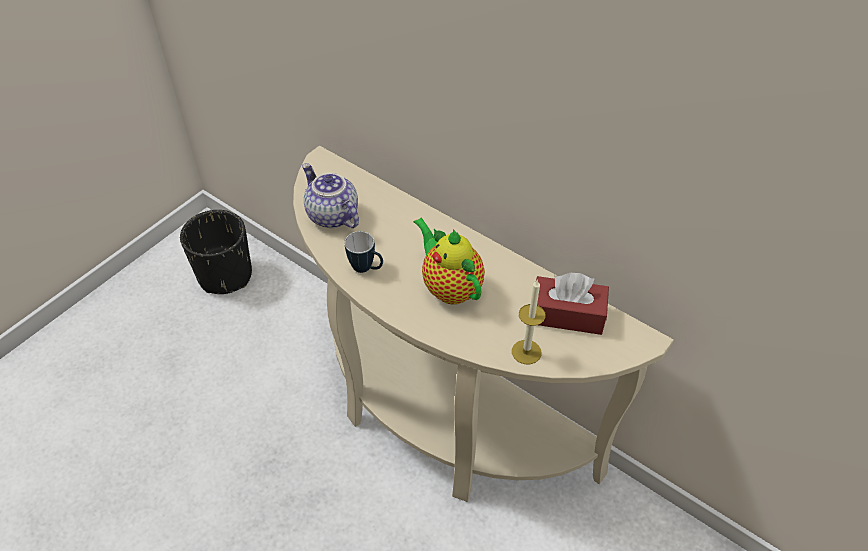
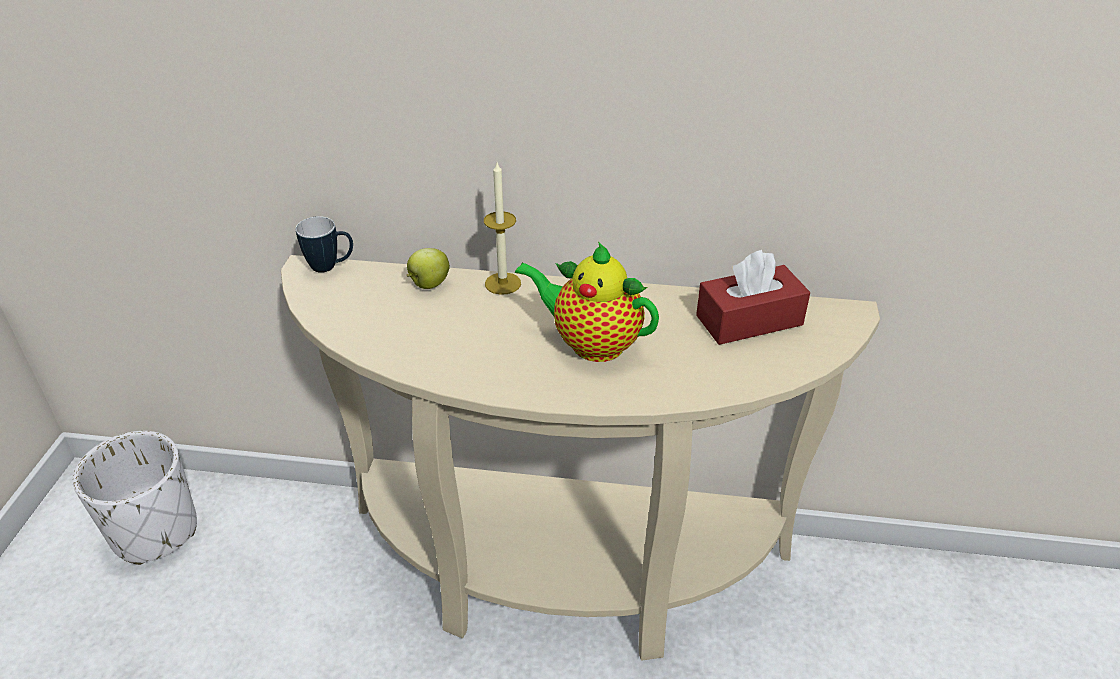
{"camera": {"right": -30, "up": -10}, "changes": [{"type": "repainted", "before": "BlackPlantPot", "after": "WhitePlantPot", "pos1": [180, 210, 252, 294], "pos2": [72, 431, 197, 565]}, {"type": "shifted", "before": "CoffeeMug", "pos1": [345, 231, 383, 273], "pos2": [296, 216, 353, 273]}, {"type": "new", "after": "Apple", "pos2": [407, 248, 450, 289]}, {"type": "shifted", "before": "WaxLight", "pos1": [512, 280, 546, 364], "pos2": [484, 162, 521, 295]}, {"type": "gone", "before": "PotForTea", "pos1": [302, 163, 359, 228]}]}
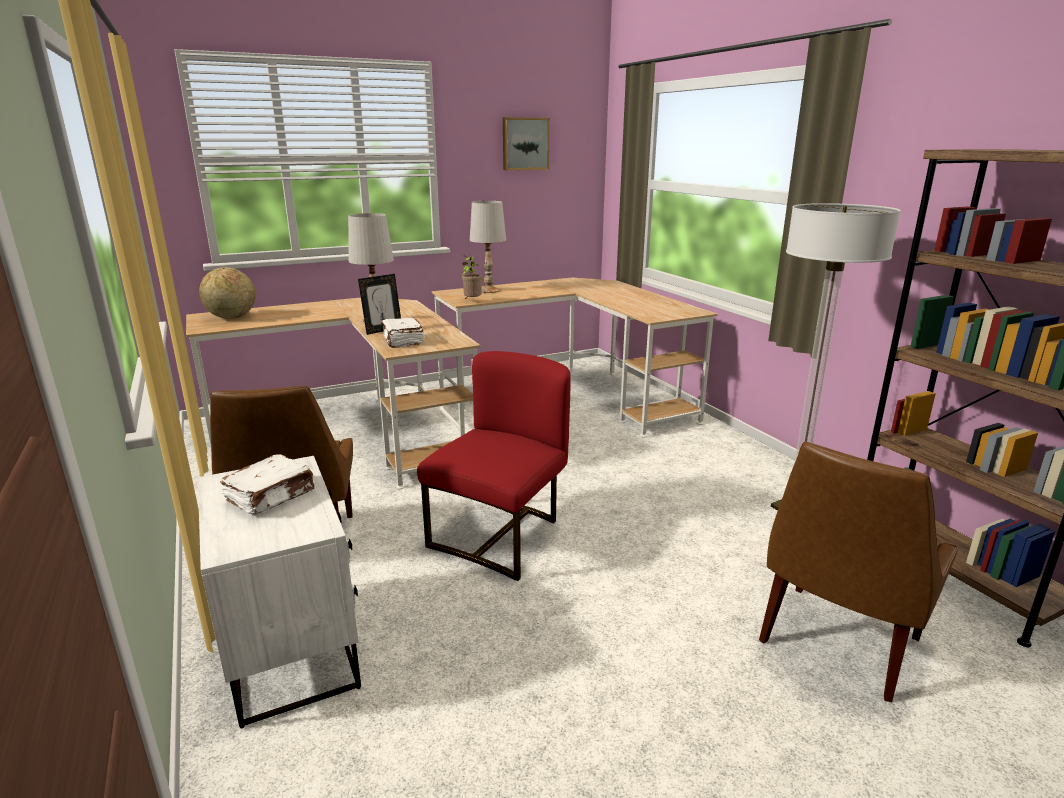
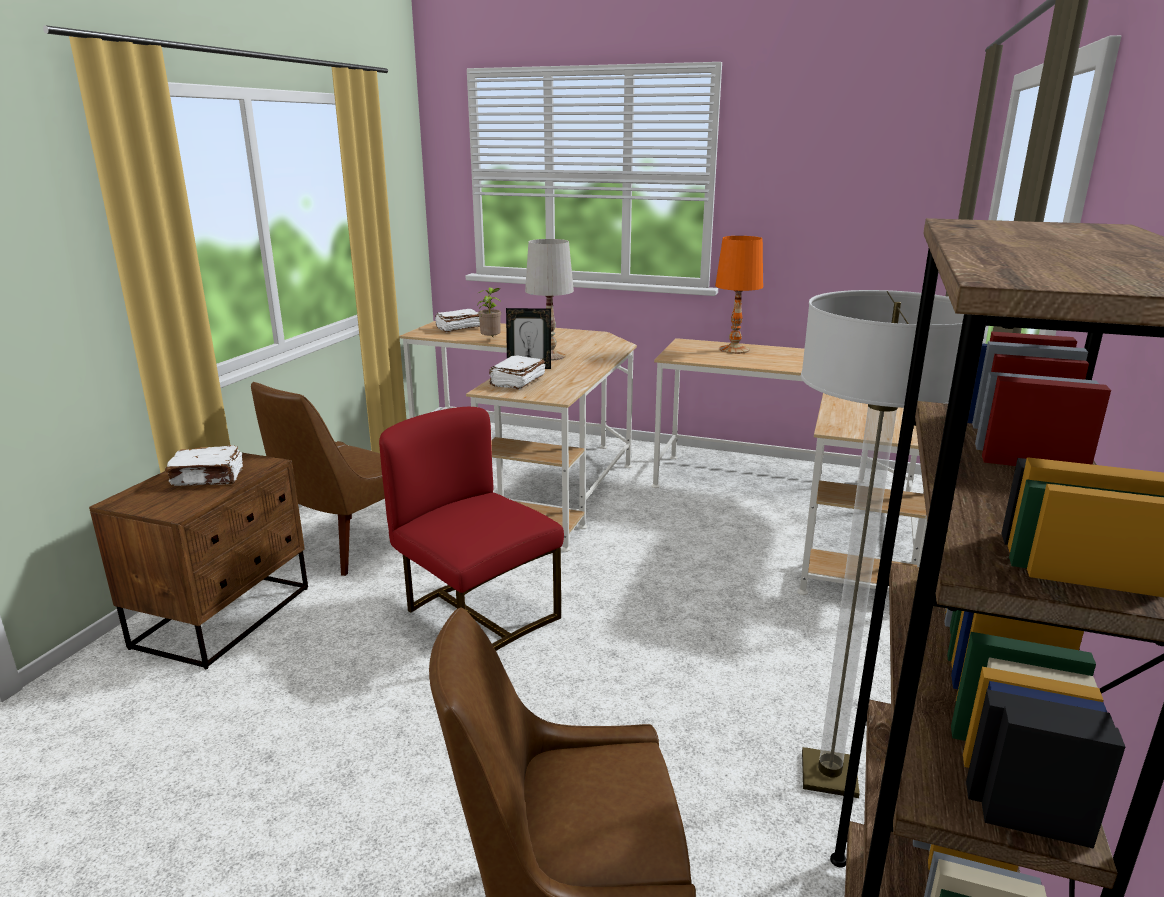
{"camera": {"right": 45, "up": 0}, "changes": [{"type": "repainted", "before": "WhiteNightstand", "after": "BrownColouredNightstand", "pos1": [198, 456, 361, 729], "pos2": [89, 453, 308, 670]}, {"type": "rotated", "before": "ReddishChair", "pos1": [417, 351, 571, 581], "pos2": [379, 407, 564, 651], "turn": -120}, {"type": "swapped", "before": "Globe", "after": "WhiteBoundBook", "pos1": [199, 267, 255, 319], "pos2": [435, 309, 480, 333]}, {"type": "shifted", "before": "PlantInAPot", "pos1": [462, 255, 482, 300], "pos2": [477, 287, 502, 338]}, {"type": "repainted", "before": "WhiteTableLamp", "after": "OrangeColouredTableLamp", "pos1": [470, 201, 506, 293], "pos2": [715, 236, 763, 354]}, {"type": "gone", "before": "Picture", "pos1": [503, 117, 550, 170]}]}
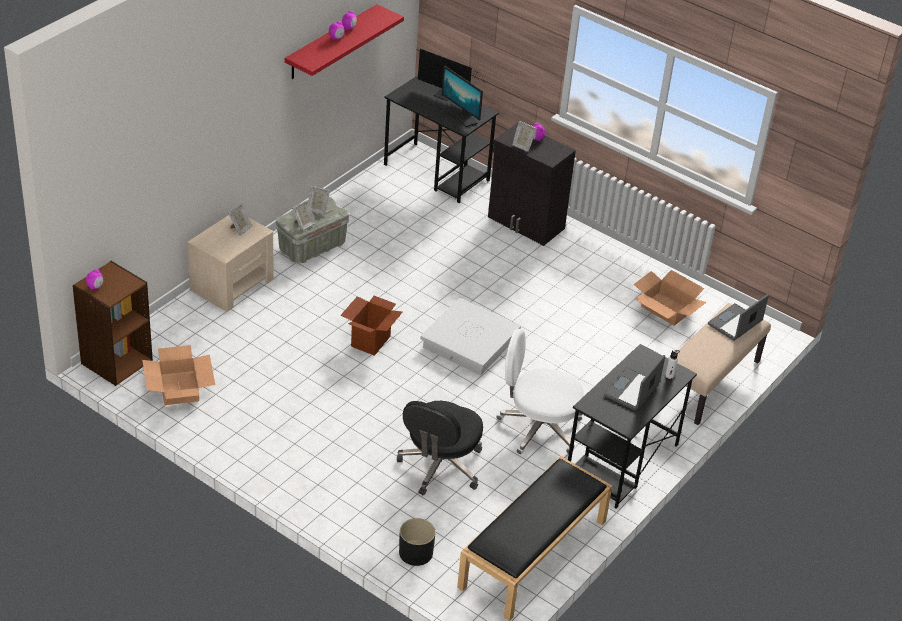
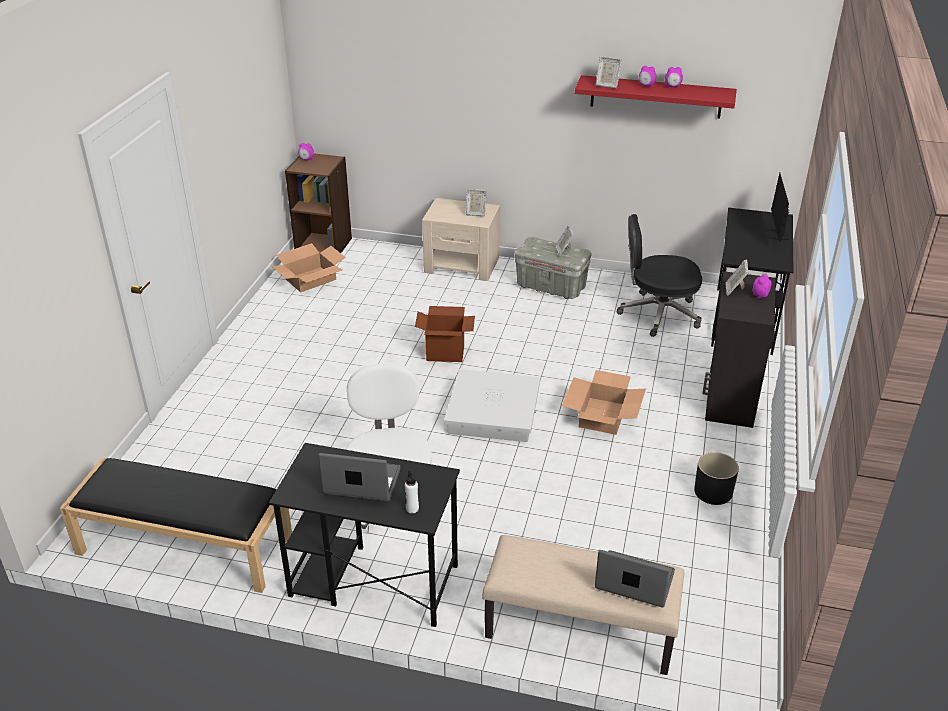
{"camera": {"right": 70, "up": -5}, "changes": [{"type": "shifted", "before": "PackingBox", "pos1": [634, 270, 706, 326], "pos2": [562, 370, 646, 435]}, {"type": "shifted", "before": "PictureFrame", "pos1": [292, 200, 316, 231], "pos2": [596, 56, 622, 88]}, {"type": "shifted", "before": "BlackDeskChair", "pos1": [397, 401, 483, 496], "pos2": [617, 214, 702, 337]}, {"type": "shifted", "before": "BlackPlantPot", "pos1": [399, 518, 436, 566], "pos2": [694, 452, 739, 505]}, {"type": "gone", "before": "ComputerScreen", "pos1": [442, 65, 483, 127]}]}
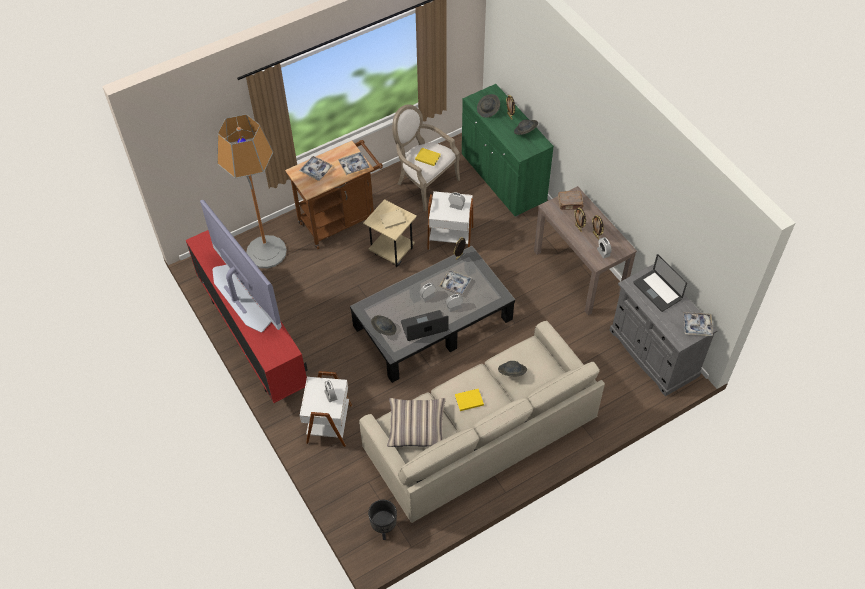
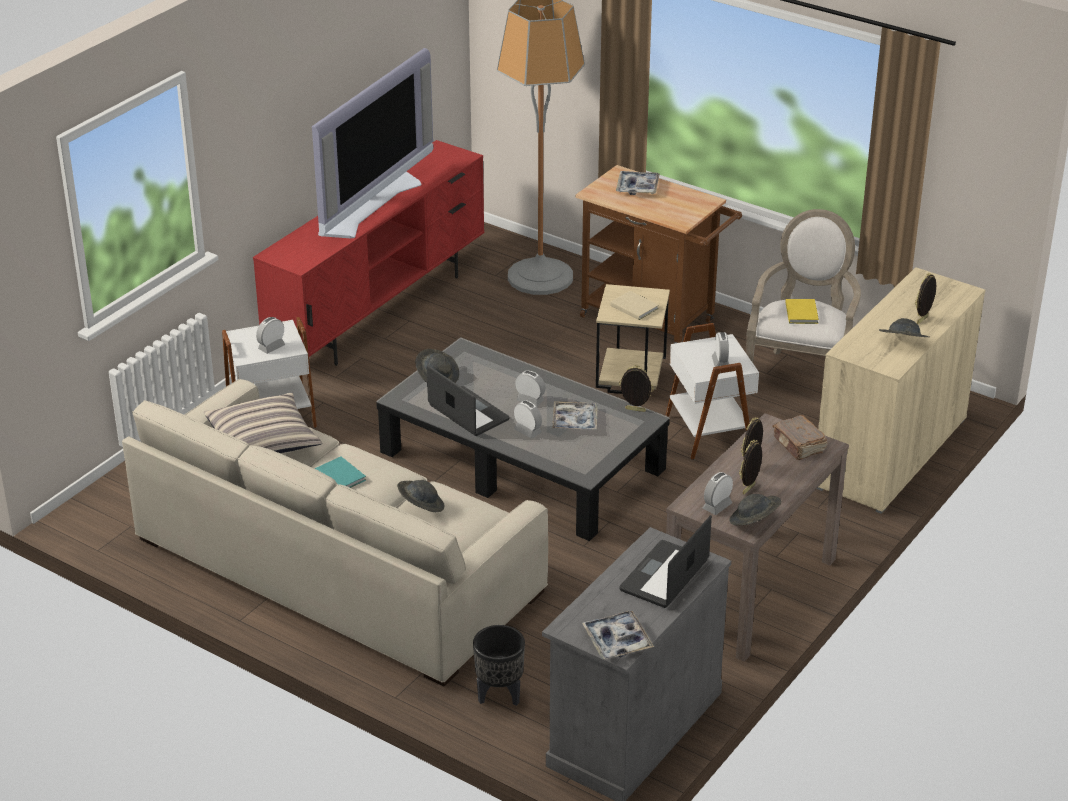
{"camera": {"right": 65, "up": -20}, "changes": [{"type": "repainted", "before": "YellowColouredBoundBook", "after": "TurquoiseColouredBoundBook", "pos1": [455, 389, 484, 411], "pos2": [314, 457, 366, 488]}, {"type": "shifted", "before": "BlackPlantPot", "pos1": [368, 500, 397, 540], "pos2": [473, 625, 525, 706]}, {"type": "shifted", "before": "GreyWearableHat", "pos1": [477, 94, 500, 118], "pos2": [730, 494, 781, 526]}, {"type": "repainted", "before": "GreenCabinet", "after": "BeigeColouredCabinet", "pos1": [462, 84, 554, 217], "pos2": [817, 267, 985, 514]}, {"type": "gone", "before": "ServingTray", "pos1": [339, 152, 370, 175]}]}
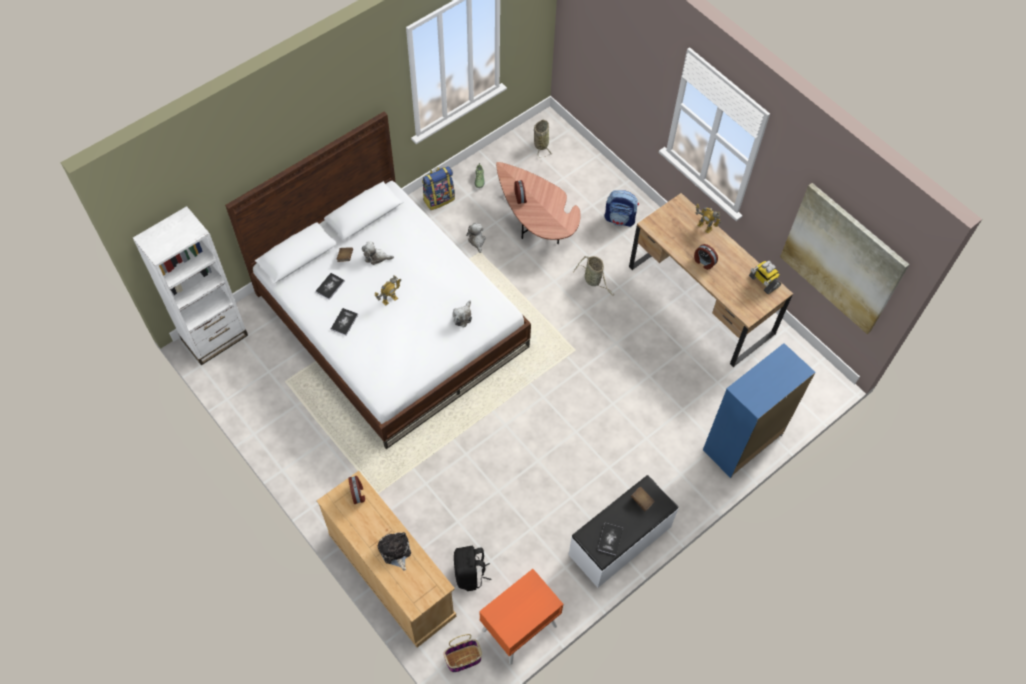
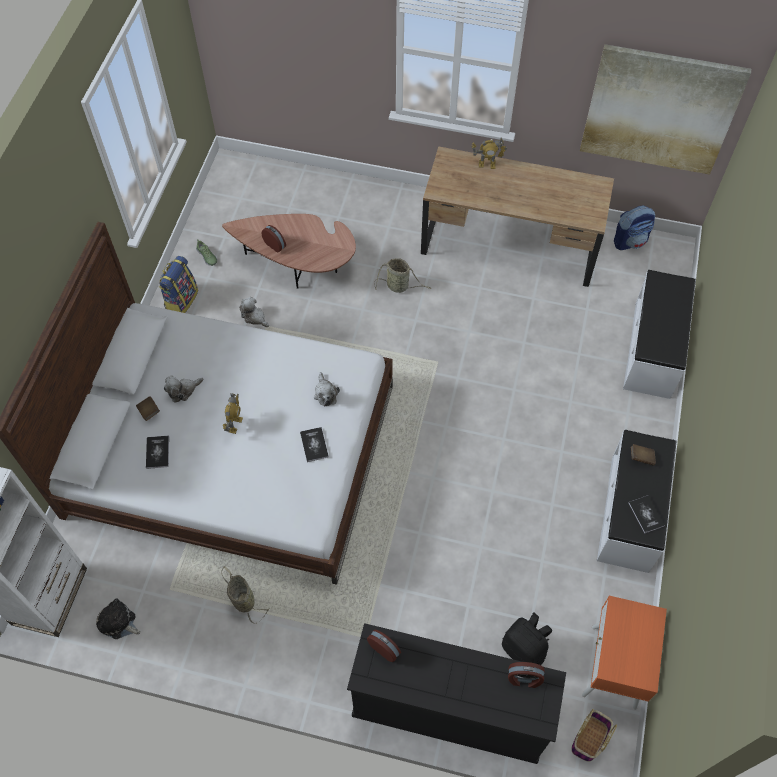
{"camera": {"right": -35, "up": 0}, "changes": [{"type": "shifted", "before": "PlushToy", "pos1": [378, 532, 411, 571], "pos2": [96, 598, 140, 639]}, {"type": "shifted", "before": "StorageBasket", "pos1": [534, 120, 552, 158], "pos2": [222, 566, 269, 624]}, {"type": "shifted", "before": "BoundBook", "pos1": [331, 308, 358, 335], "pos2": [300, 427, 329, 462]}, {"type": "repainted", "before": "BeigeColouredDresser", "after": "BlackDresser", "pos1": [317, 471, 456, 648], "pos2": [347, 623, 566, 764]}, {"type": "shifted", "before": "AlarmClock", "pos1": [694, 244, 718, 270], "pos2": [508, 662, 545, 688]}, {"type": "shifted", "before": "Knapsack", "pos1": [604, 190, 639, 227], "pos2": [614, 205, 655, 250]}, {"type": "swapped", "before": "BlueColouredDresser", "after": "WhiteBench", "pos1": [703, 343, 816, 478], "pos2": [623, 270, 696, 399]}, {"type": "gone", "before": "RobotFigure", "pos1": [749, 260, 781, 294]}]}
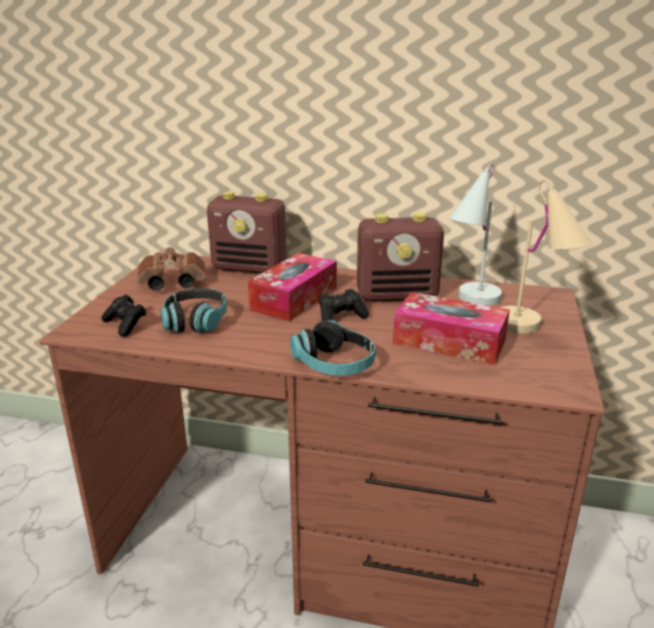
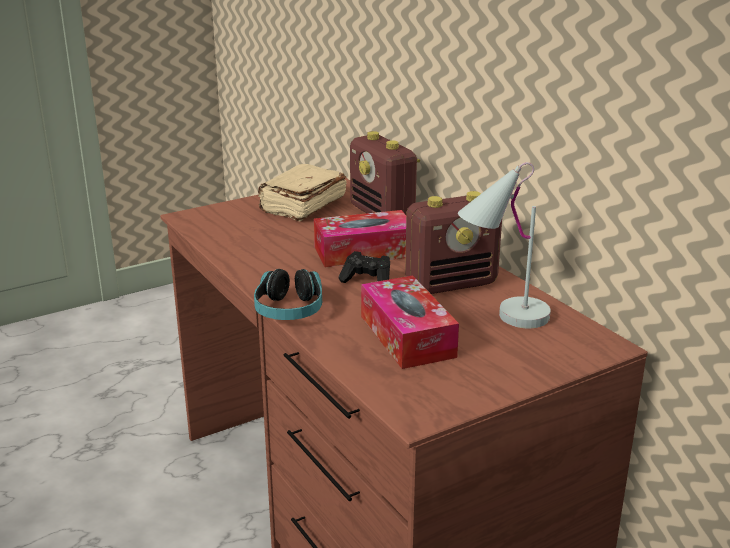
{"camera": {"right": 45, "up": 0}, "changes": [{"type": "swapped", "before": "BrownColouredPairOfBinoculars", "after": "BeigeColouredBoundBook", "pos1": [137, 247, 205, 291], "pos2": [258, 164, 347, 221]}, {"type": "rotated", "before": "RadioReceiver", "pos1": [357, 213, 444, 302], "pos2": [405, 191, 502, 294], "turn": -60}, {"type": "gone", "before": "BlackGamepad", "pos1": [101, 295, 147, 337]}, {"type": "gone", "before": "Headset", "pos1": [160, 288, 227, 333]}, {"type": "gone", "before": "BeigeColouredTableLamp", "pos1": [500, 180, 593, 334]}]}
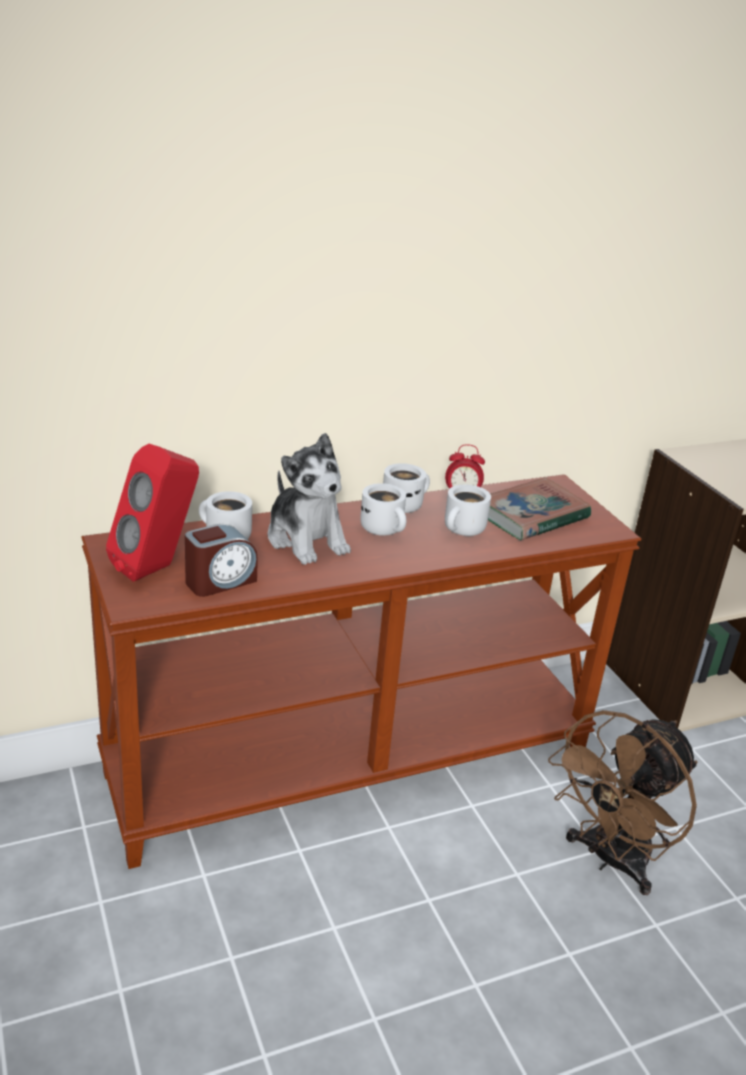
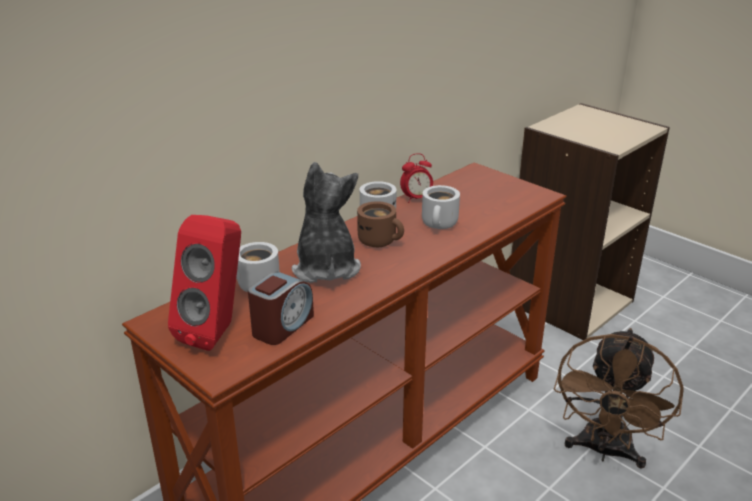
{"camera": {"right": -20, "up": 0}, "changes": [{"type": "rotated", "before": "PlushToy", "pos1": [267, 433, 351, 565], "pos2": [291, 162, 361, 283], "turn": -135}, {"type": "repainted", "before": "WhiteCoffeeMug", "after": "BrownColouredCoffeeMug", "pos1": [360, 483, 406, 536], "pos2": [357, 201, 404, 247]}, {"type": "gone", "before": "BoundBook", "pos1": [488, 477, 591, 540]}]}
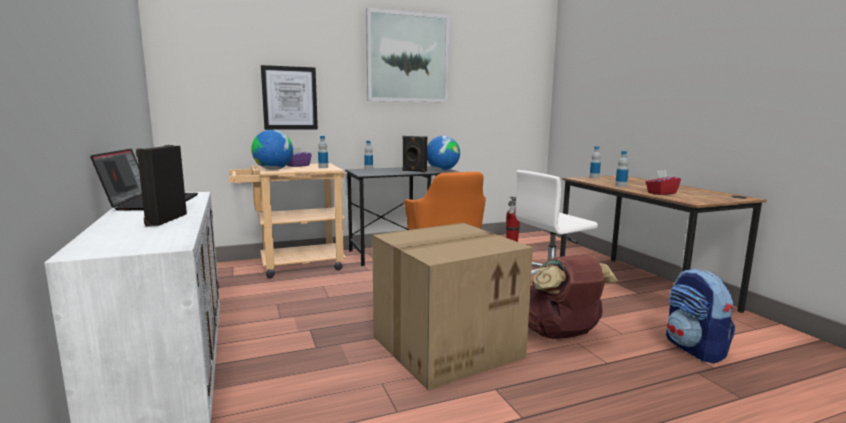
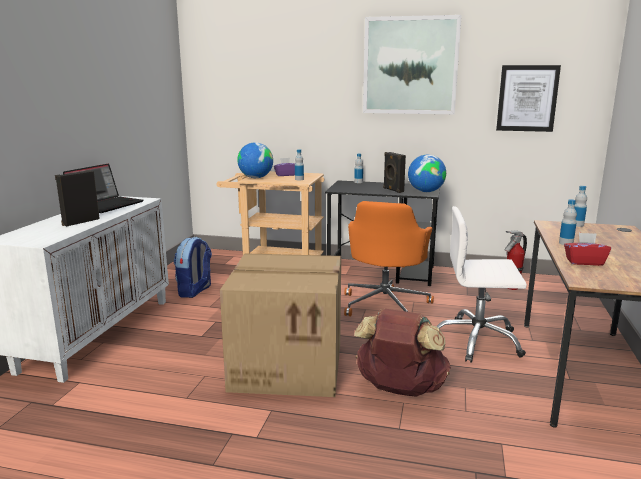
{"camera": {"right": 35, "up": 5}, "changes": [{"type": "shifted", "before": "Knapsack", "pos1": [666, 269, 735, 363], "pos2": [173, 237, 212, 298]}, {"type": "shifted", "before": "Picture", "pos1": [261, 65, 318, 130], "pos2": [496, 65, 561, 132]}]}
